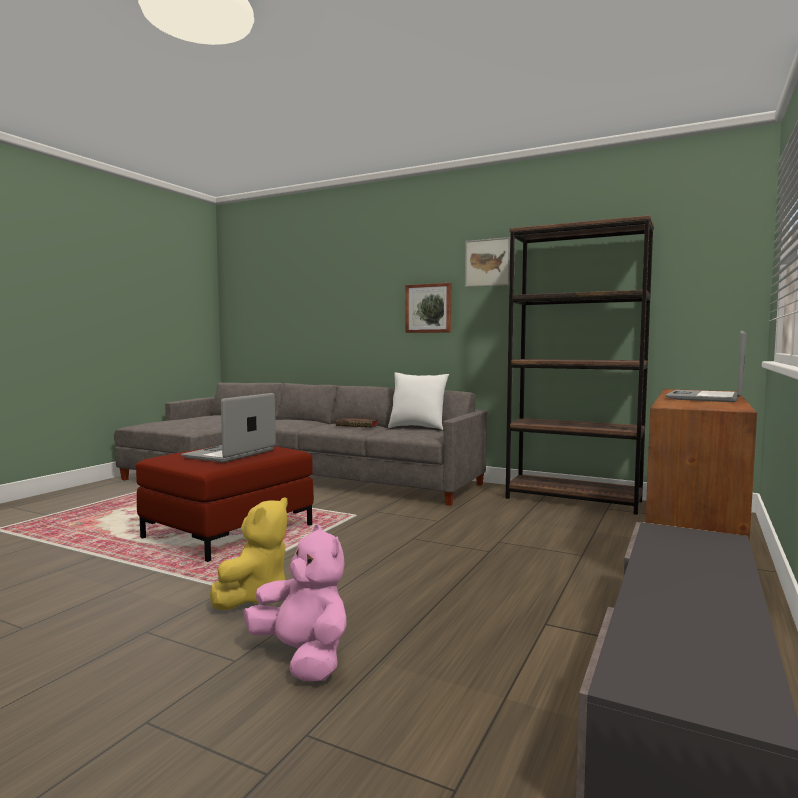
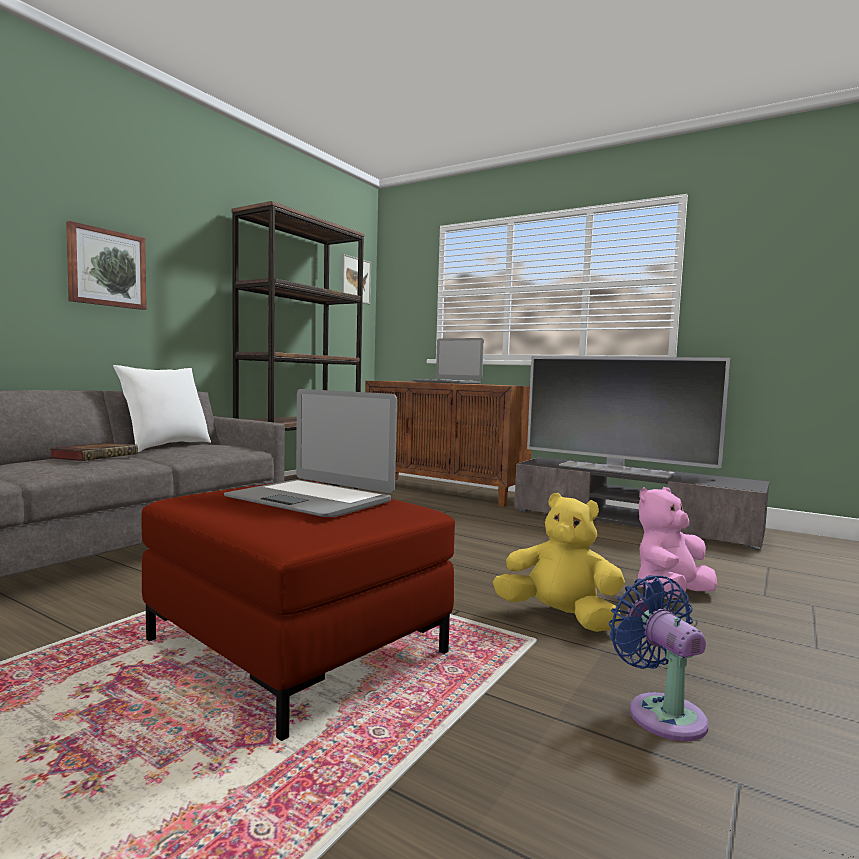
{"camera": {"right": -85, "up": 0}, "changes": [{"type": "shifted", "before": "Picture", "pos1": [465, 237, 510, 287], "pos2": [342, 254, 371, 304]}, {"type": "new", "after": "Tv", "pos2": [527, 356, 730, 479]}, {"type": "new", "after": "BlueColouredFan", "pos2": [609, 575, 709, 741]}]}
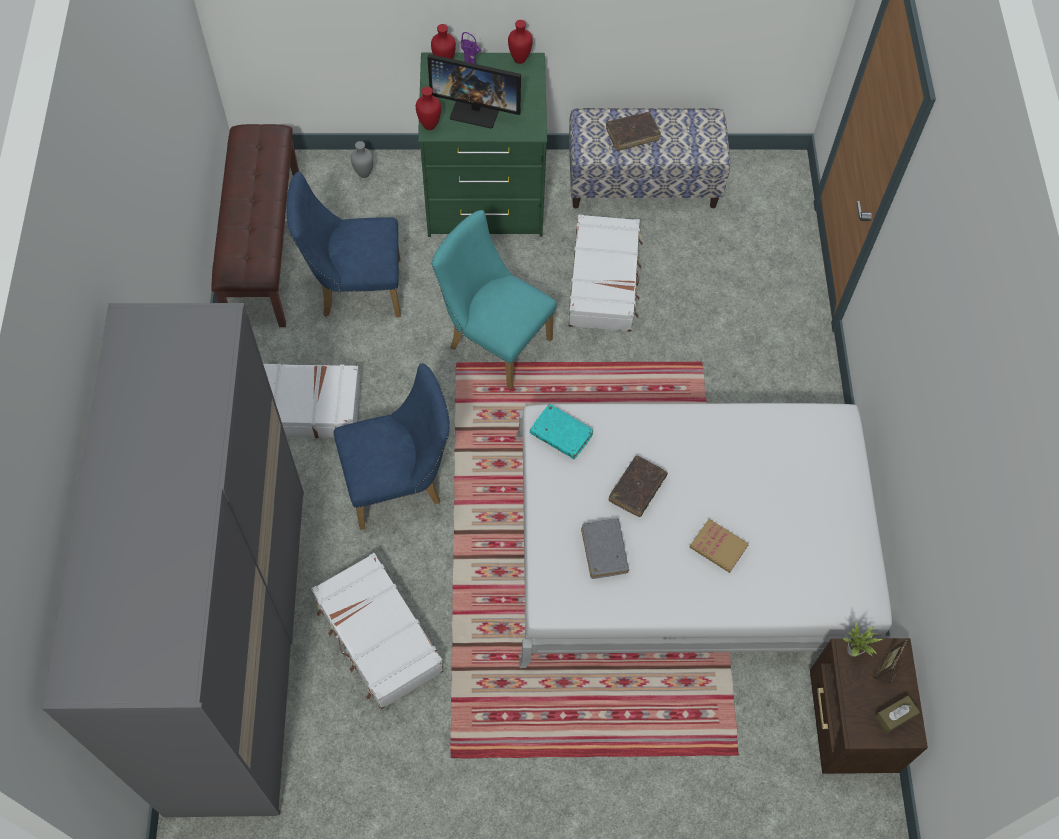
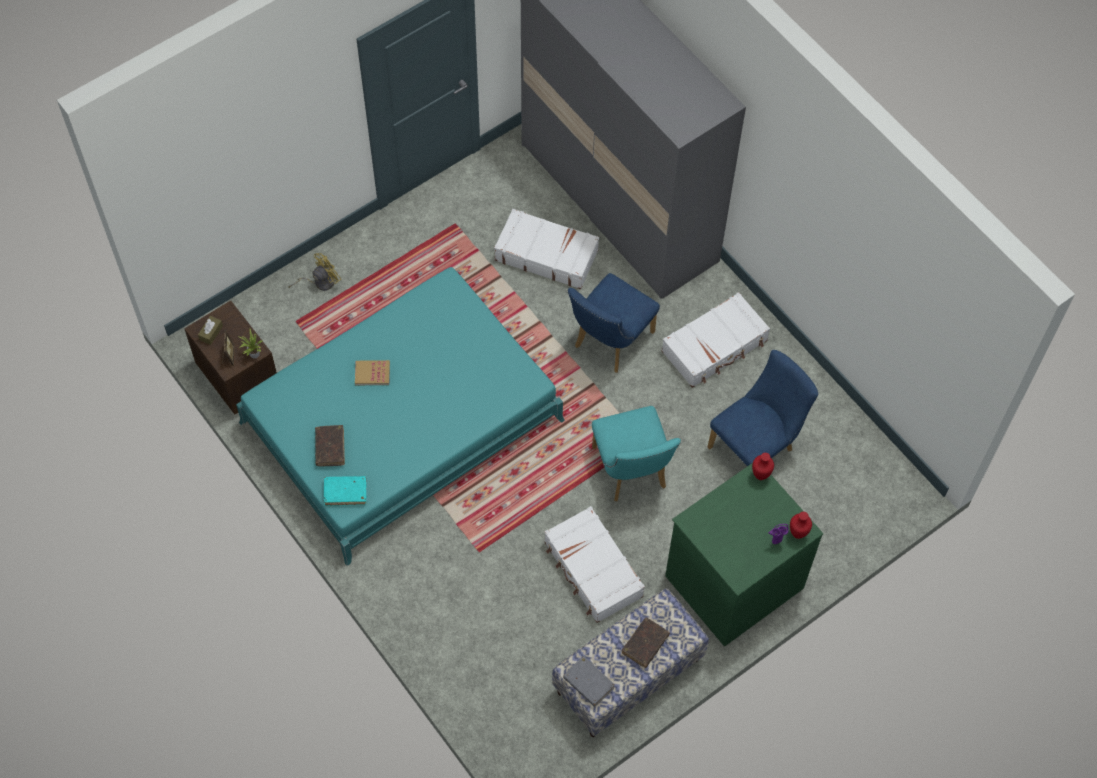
{"camera": {"right": 145, "up": 0}, "changes": [{"type": "repainted", "before": "WhiteBed", "after": "TurquoiseColouredBed", "pos1": [517, 403, 892, 668], "pos2": [236, 267, 565, 566]}, {"type": "new", "after": "YellowColouredFan", "pos2": [289, 253, 341, 291]}, {"type": "shifted", "before": "BrownColouredBoundBook", "pos1": [609, 456, 668, 517], "pos2": [315, 425, 345, 466]}, {"type": "shifted", "before": "TurquoiseColouredBoundBook", "pos1": [530, 404, 593, 459], "pos2": [324, 476, 366, 506]}, {"type": "shifted", "before": "GreyBoundBook", "pos1": [581, 519, 629, 579], "pos2": [563, 656, 615, 707]}, {"type": "rotated", "before": "TurquoiseColouredChair", "pos1": [432, 210, 557, 389], "pos2": [592, 406, 681, 501], "turn": 75}, {"type": "gone", "before": "BrownColouredBench", "pos1": [211, 124, 299, 327]}, {"type": "gone", "before": "GreyFlowerVase", "pos1": [351, 141, 373, 178]}, {"type": "gone", "before": "ComputerScreen", "pos1": [427, 54, 521, 128]}, {"type": "gone", "before": "ReddishFlowerVase", "pos1": [508, 20, 533, 64]}]}
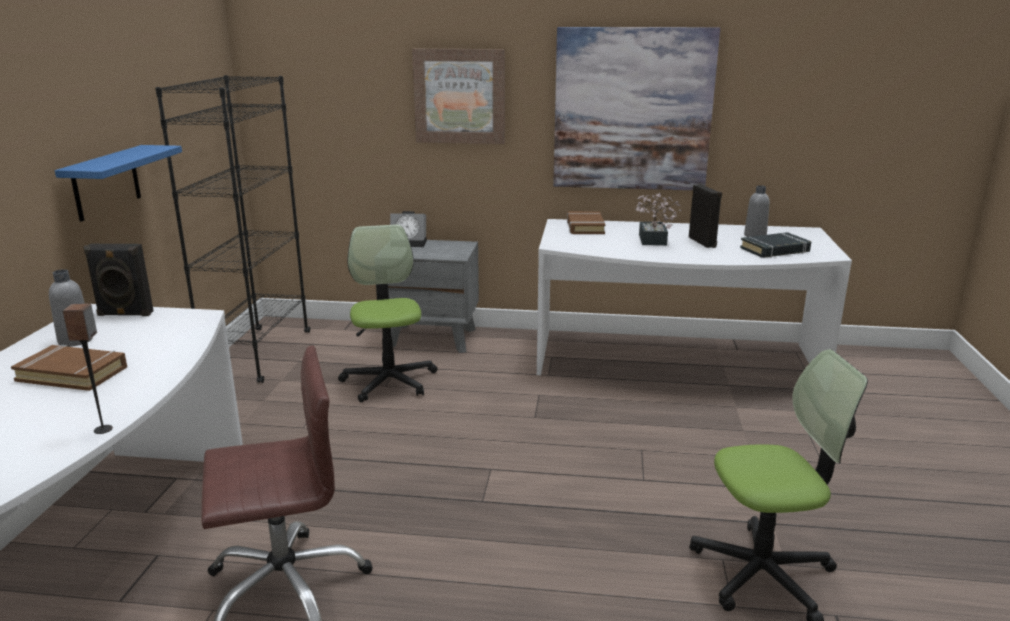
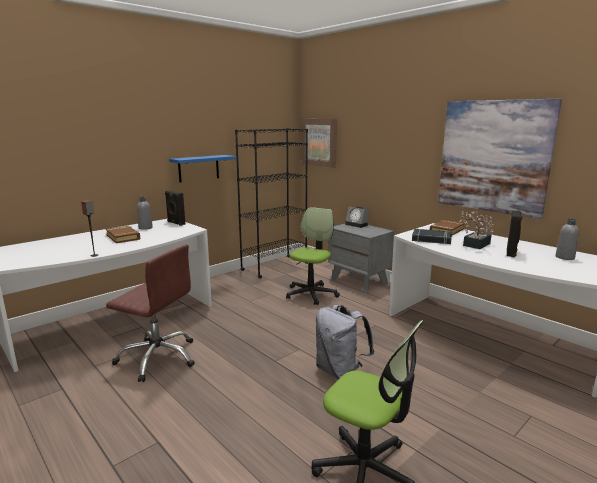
{"camera": {"right": 40, "up": -5}, "changes": [{"type": "shifted", "before": "Picture", "pos1": [412, 49, 505, 144], "pos2": [302, 119, 337, 168]}, {"type": "new", "after": "GreyKnapsack", "pos2": [316, 305, 374, 379]}, {"type": "shifted", "before": "BlackBoundBook", "pos1": [740, 232, 811, 258], "pos2": [412, 229, 452, 244]}]}
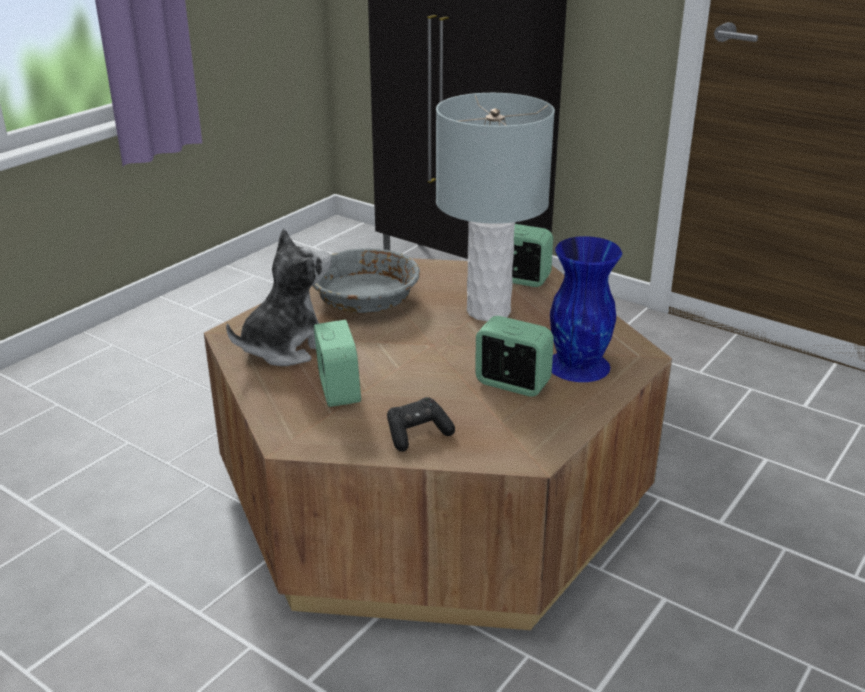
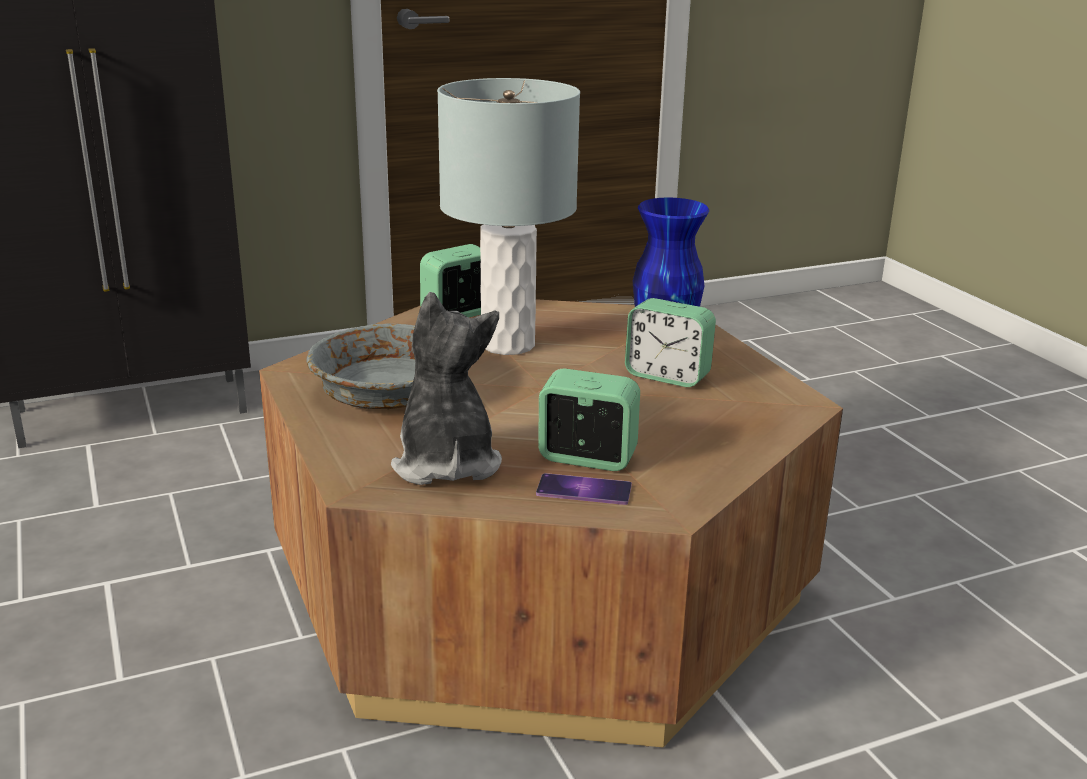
{"camera": {"right": -60, "up": -5}, "changes": [{"type": "new", "after": "Handset", "pos2": [536, 473, 632, 505]}, {"type": "rotated", "before": "AlarmClock", "pos1": [475, 316, 554, 397], "pos2": [625, 298, 716, 387], "turn": -120}, {"type": "gone", "before": "BlackGamepad", "pos1": [387, 397, 455, 452]}]}
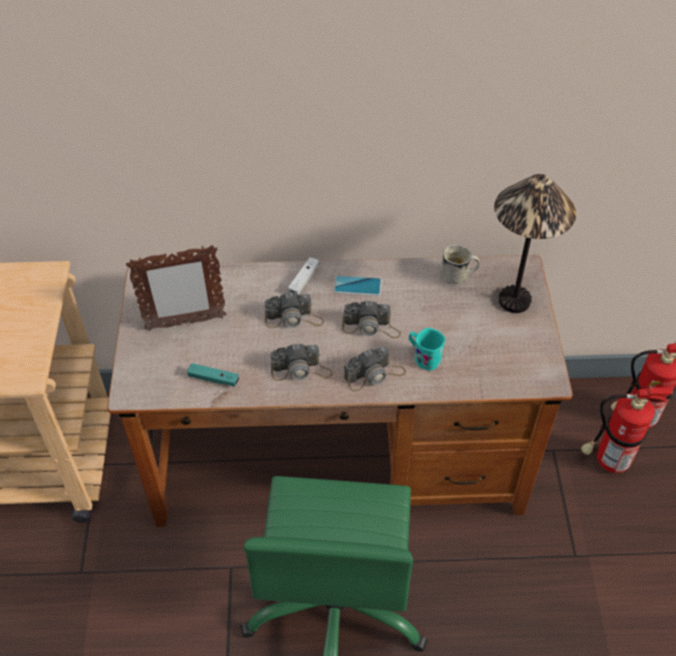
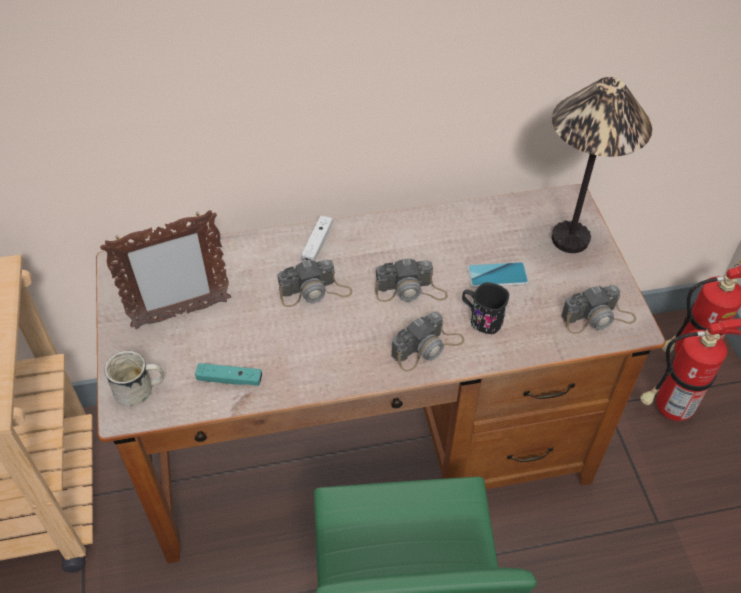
{"camera": {"right": -10, "up": 0}, "changes": [{"type": "shifted", "before": "WhiteCoffeeMug", "pos1": [440, 244, 480, 284], "pos2": [104, 350, 164, 406]}, {"type": "repainted", "before": "TurquoiseColouredCoffeeMug", "after": "BlackCoffeeMug", "pos1": [409, 328, 445, 371], "pos2": [462, 282, 509, 334]}, {"type": "shifted", "before": "Handset", "pos1": [334, 275, 382, 296], "pos2": [467, 262, 529, 288]}, {"type": "shifted", "before": "StillCamera", "pos1": [271, 343, 333, 381], "pos2": [561, 285, 637, 334]}]}
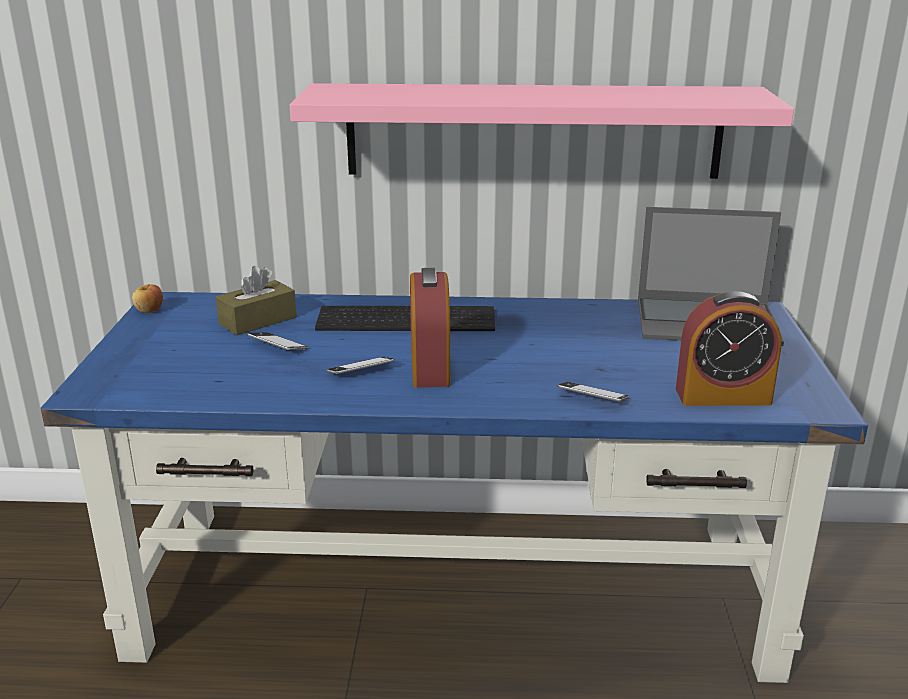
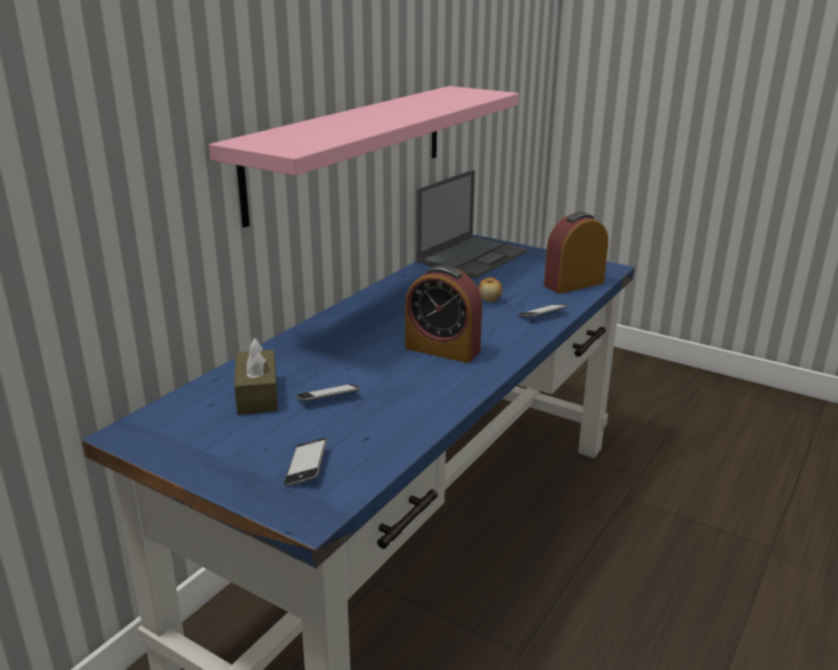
{"camera": {"right": -60, "up": 0}, "changes": [{"type": "shifted", "before": "Handset", "pos1": [327, 357, 394, 374], "pos2": [284, 438, 327, 486]}, {"type": "shifted", "before": "Apple", "pos1": [132, 284, 163, 313], "pos2": [478, 276, 502, 302]}, {"type": "rotated", "before": "AlarmClock", "pos1": [676, 291, 782, 406], "pos2": [544, 212, 608, 294], "turn": -150}, {"type": "gone", "before": "ComputerKeyboard", "pos1": [315, 306, 495, 331]}]}
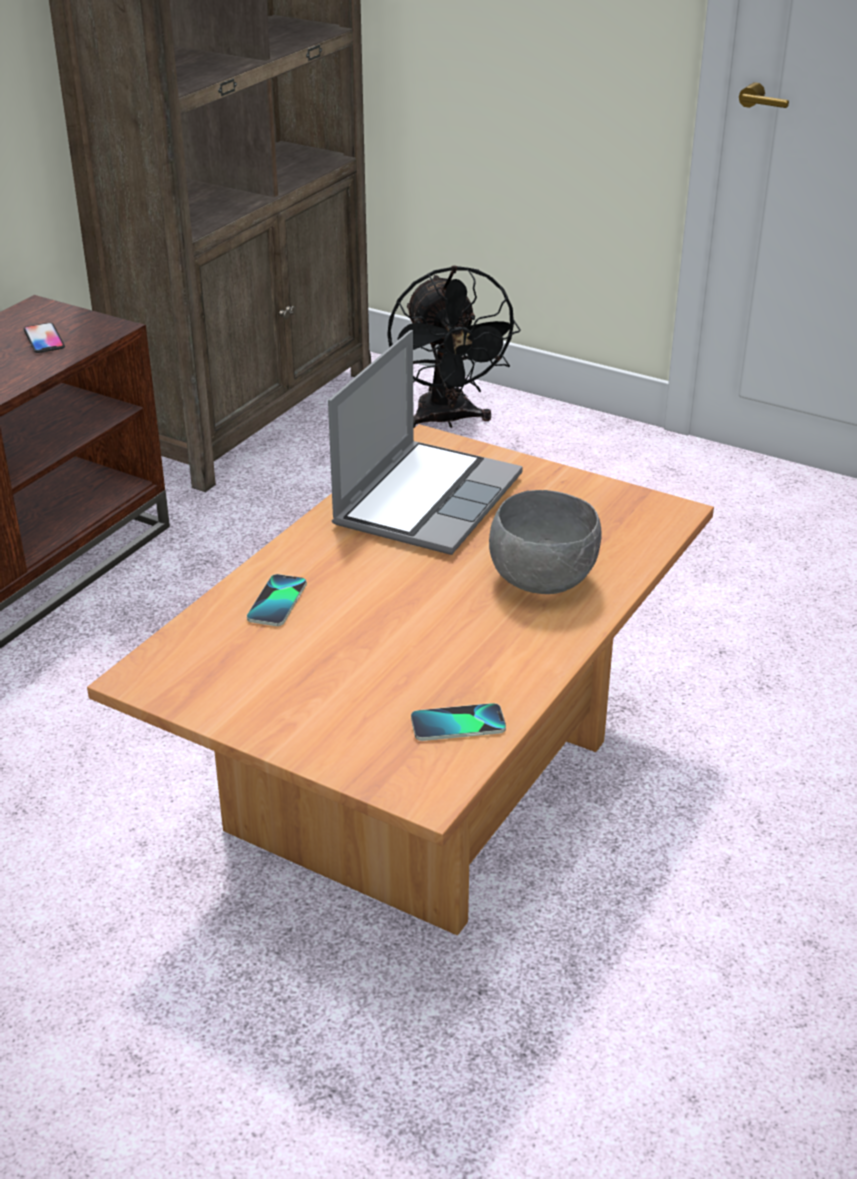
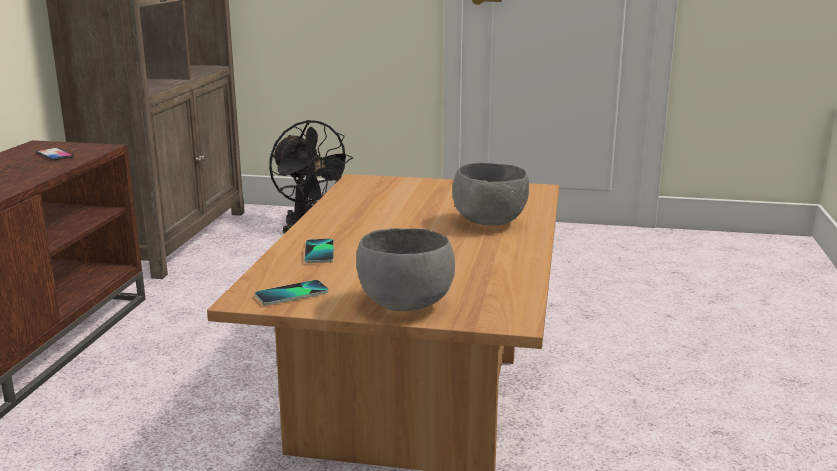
{"camera": {"right": -20, "up": -15}, "changes": [{"type": "shifted", "before": "Handset", "pos1": [411, 703, 506, 741], "pos2": [255, 280, 328, 305]}, {"type": "new", "after": "GreyDeepDish", "pos2": [356, 228, 455, 311]}, {"type": "gone", "before": "NotebookComputer", "pos1": [328, 330, 523, 555]}]}
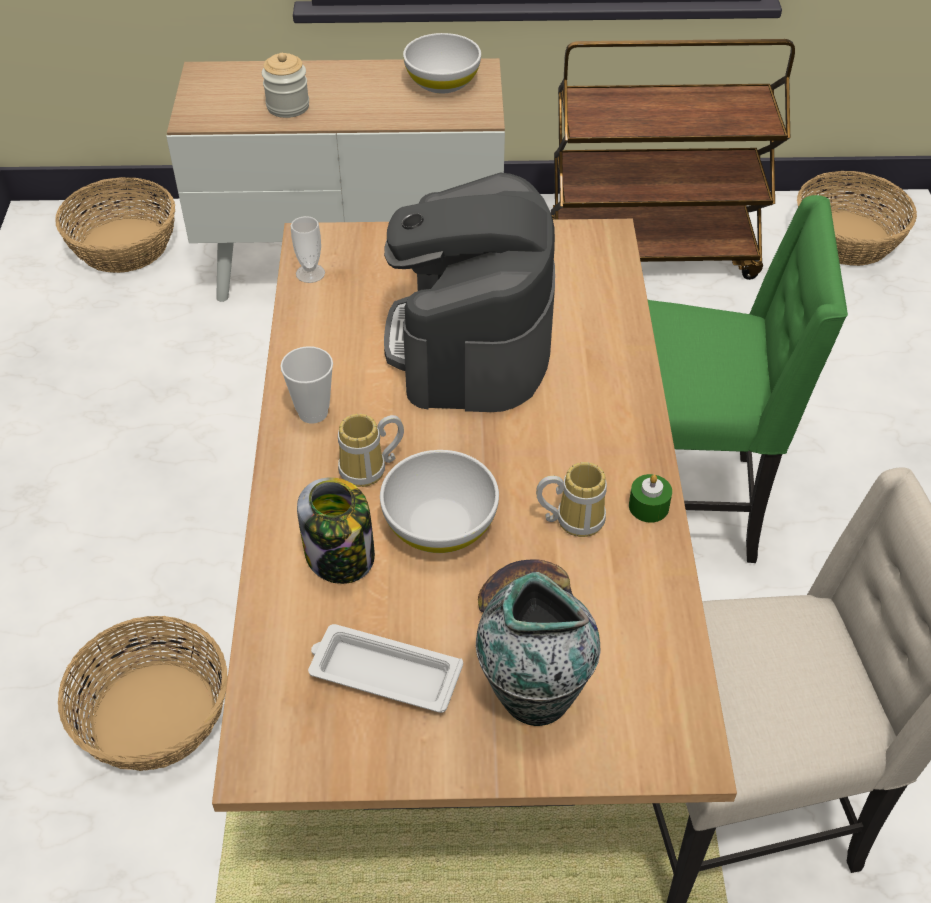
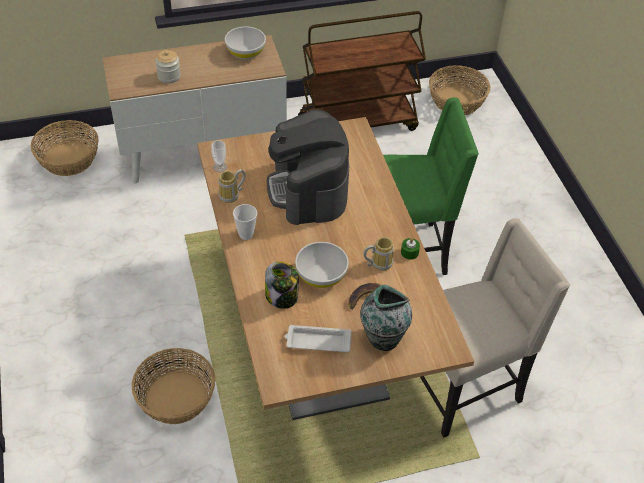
{"camera": {"right": -15, "up": 0}, "changes": [{"type": "shifted", "before": "CoffeeMug", "pos1": [338, 414, 404, 487], "pos2": [218, 169, 246, 203]}]}
